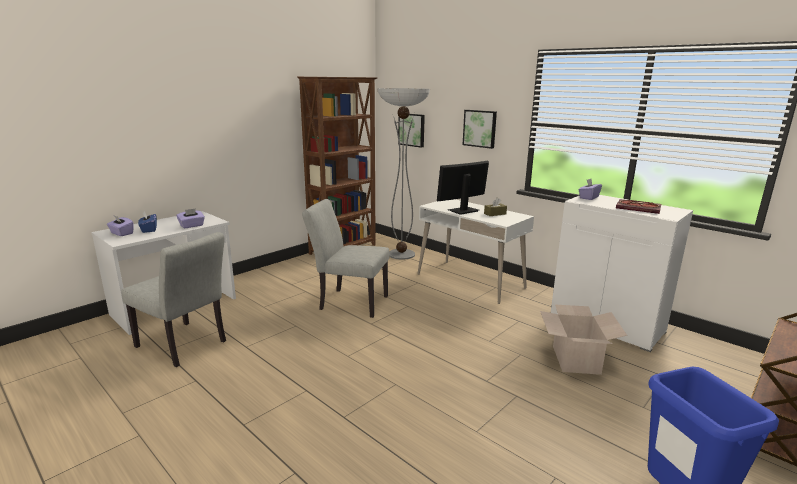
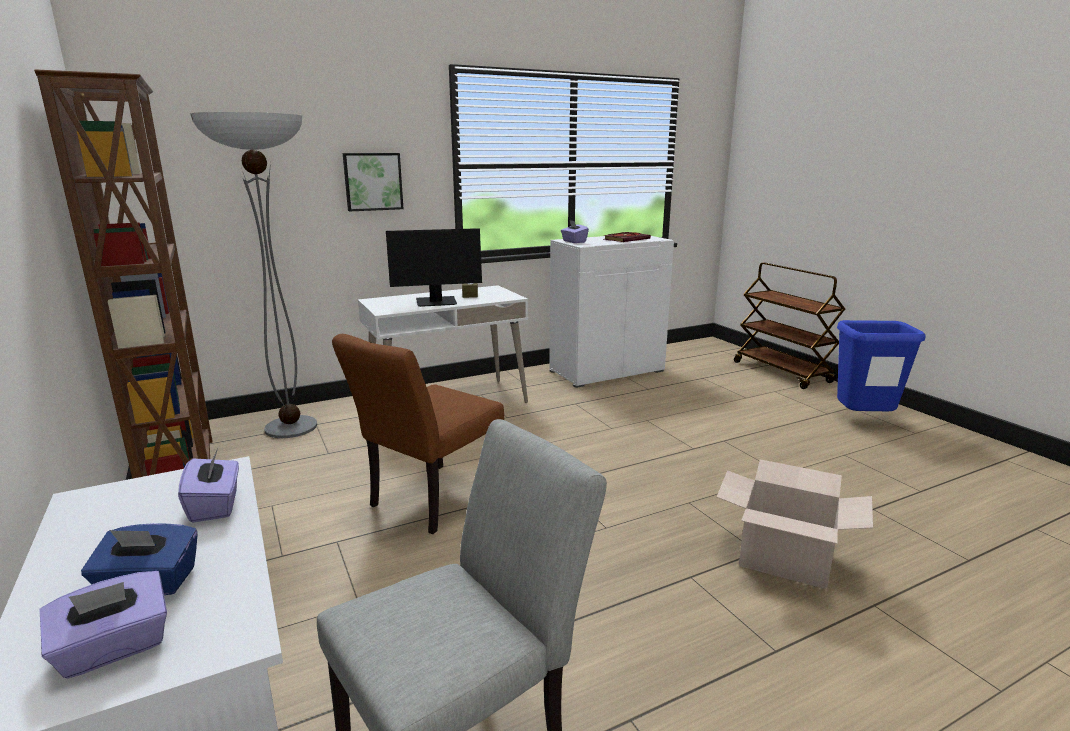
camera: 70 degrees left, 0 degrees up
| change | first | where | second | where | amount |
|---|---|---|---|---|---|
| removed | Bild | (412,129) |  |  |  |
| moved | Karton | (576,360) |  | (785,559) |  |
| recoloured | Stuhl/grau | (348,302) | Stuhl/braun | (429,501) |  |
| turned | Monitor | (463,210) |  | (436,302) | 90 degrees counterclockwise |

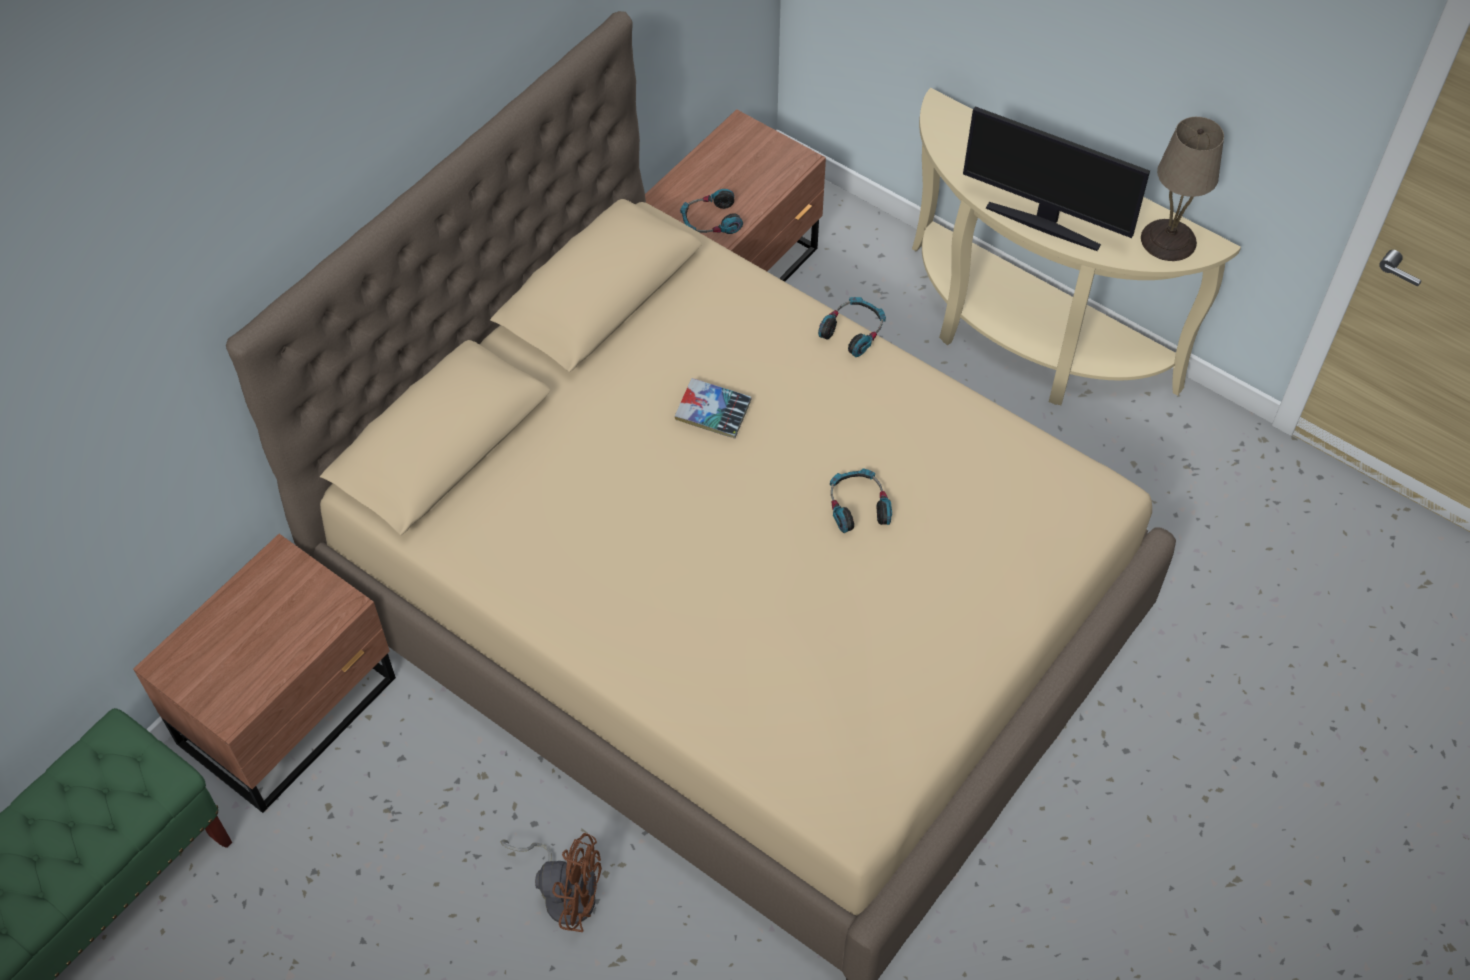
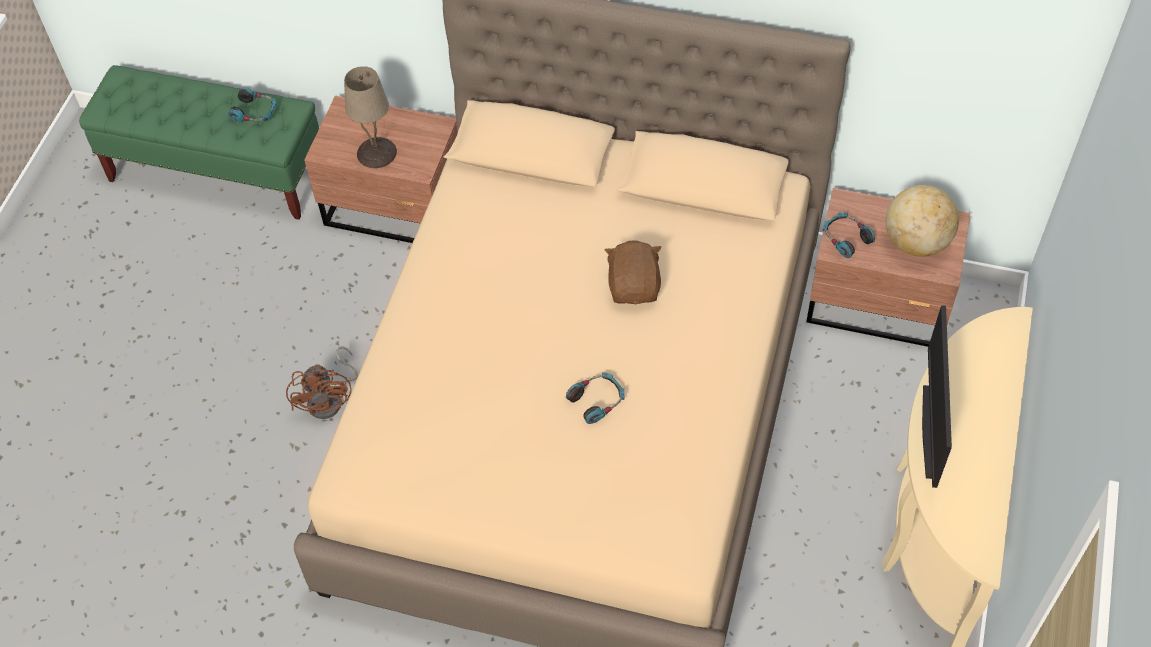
camera: 70 degrees right, 0 degrees up
| change | first | where | second | where | amount |
|---|---|---|---|---|---|
| added |  |  | Globus | (916,242) |  |
| moved | Kopfhörer | (853,331) |  | (255,112) |  |
| moved | Tischlampe/beige | (1167,239) |  | (377,152) |  |
| replaced | Buch | (713,412) | Plüschtier/braun | (634,287) |  |

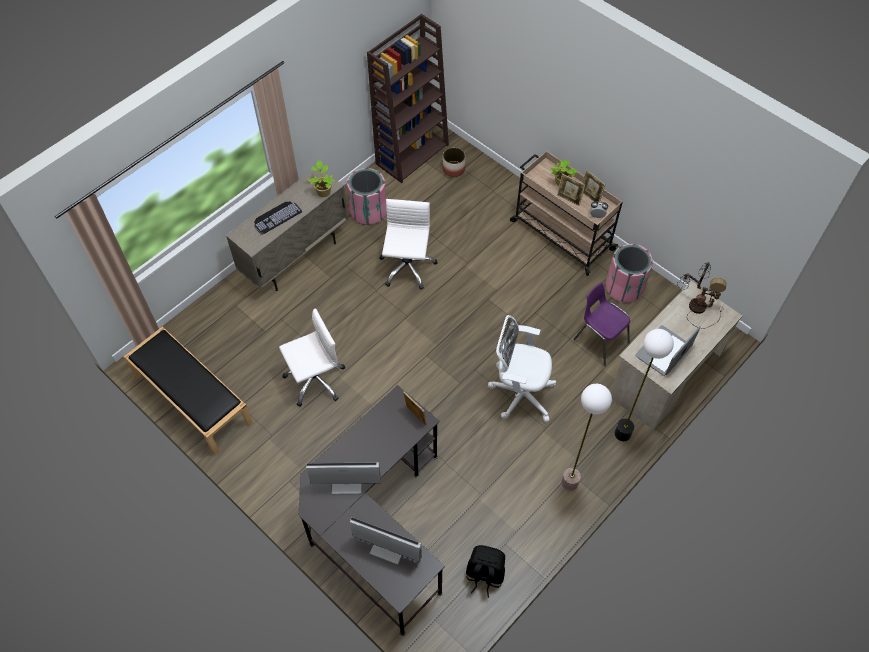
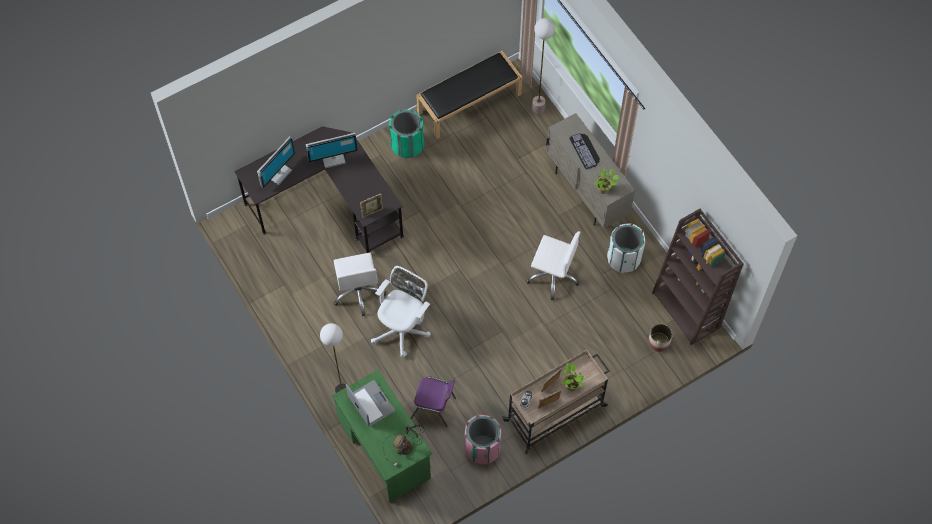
camera: 105 degrees right, 5 degrees up
| change | first | where | second | where | amount |
|---|---|---|---|---|---|
| removed | Rucksack/schwarz | (484,575) |  |  |  |
| added |  |  | Mülleimer/grün | (407,145) |  |
| moved | Bürostuhl/weiß | (315,380) |  | (358,292) |  |
| moved | Stehlampe | (569,483) |  | (538,108) |  |
| recoloured | Mülleimer/rosa | (368,211) | Mülleimer/weiß | (624,258) |  |
| recoloured | Schreibtisch/beige | (665,375) | Schreibtisch/grün | (384,448) |  |
| turned | Monitor | (346,485) |  | (333,158) | 60 degrees clockwise |
| turned | Stuhl/lila | (600,340) |  | (434,408) | 45 degrees clockwise |

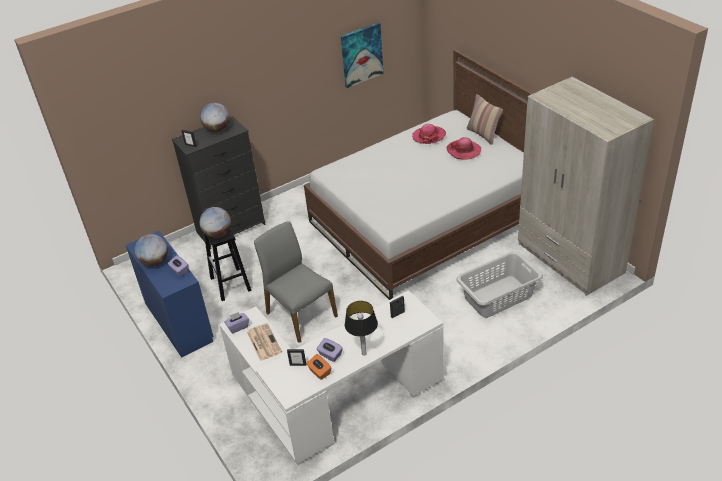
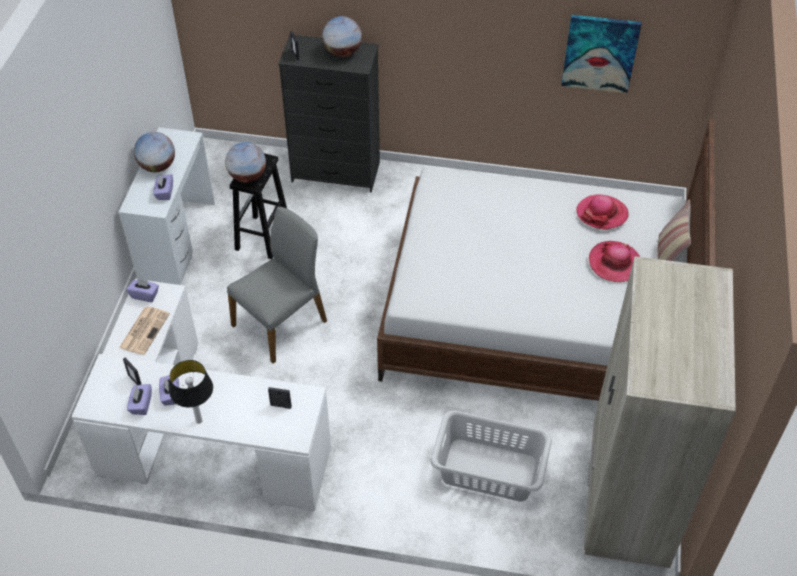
camera: 40 degrees right, 10 degrees up
| change | first | where | second | where | amount |
|---|---|---|---|---|---|
| recoloured | Schreibtisch/blau | (178,321) | Schreibtisch/weiß | (177,241) |  |
| recoloured | Taschentuchbox/orange | (319,372) | Taschentuchbox/lila | (141,405) |  |
| turned | Stuhl/grau | (300,314) |  | (281,323) | 45 degrees clockwise |

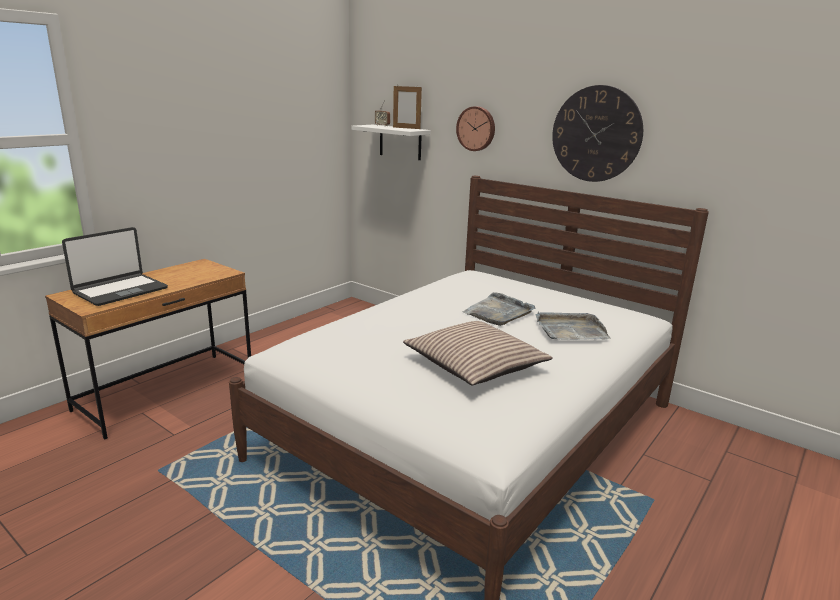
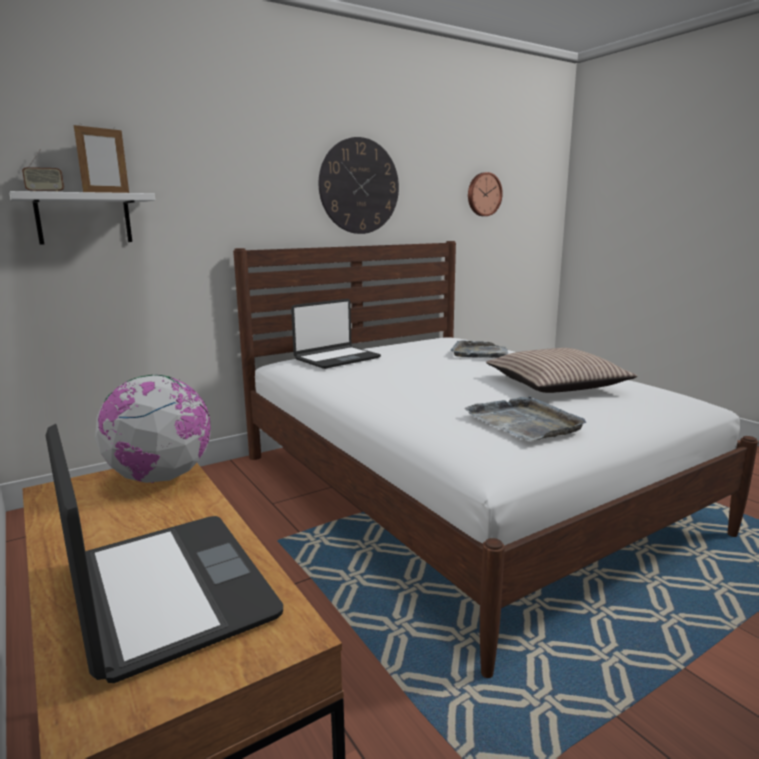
camera: 70 degrees left, 5 degrees down
| change | first | where | second | where | amount |
|---|---|---|---|---|---|
| added |  |  | Globus | (161,477) |  |
| added |  |  | Laptop | (336,358) |  |
| moved | Wanduhr | (476,128) |  | (483,194) |  |
| moved | Tablett/grau | (498,312) |  | (525,422) |  |

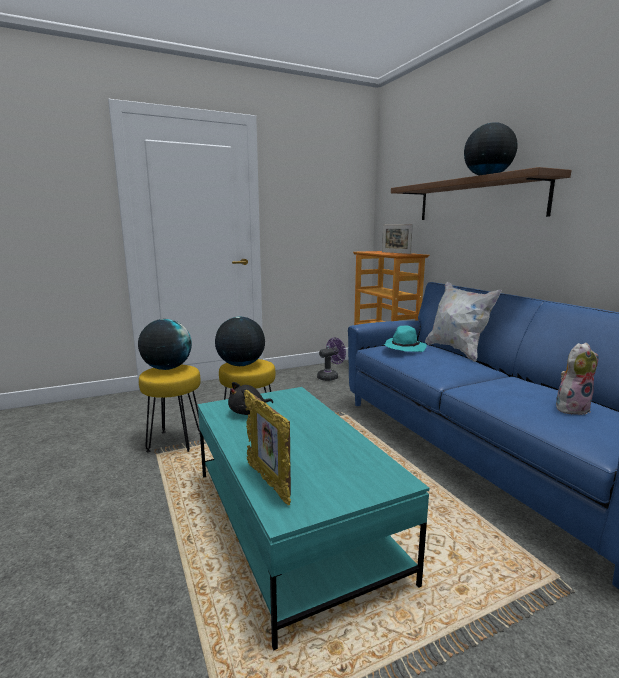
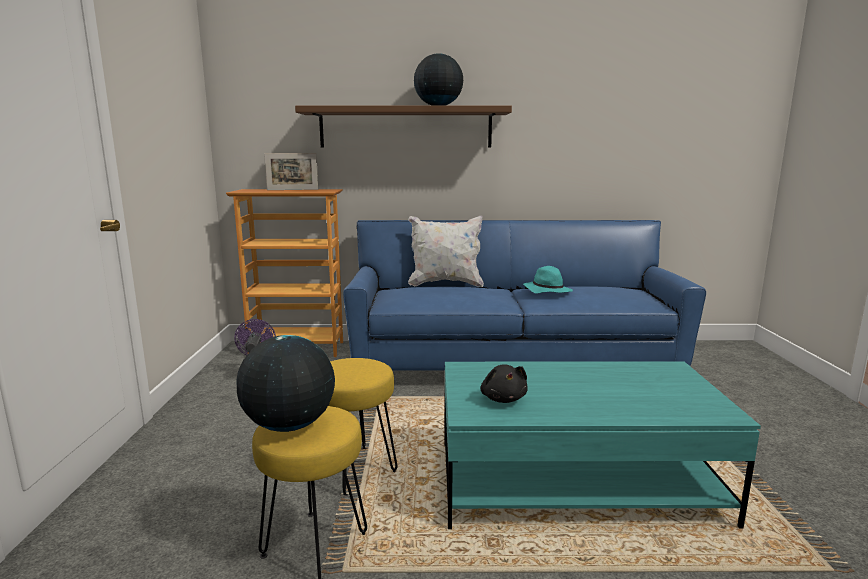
camera: 65 degrees left, 0 degrees up
| change | first | where | second | where | amount |
|---|---|---|---|---|---|
| removed | Globus | (241,365) |  |  |  |
| removed | Bilderrahmen | (268,482) |  |  |  |
| removed | Plüschtier | (571,408) |  |  |  |
| moved | Hut/türkis | (404,348) |  | (546,291) |  |

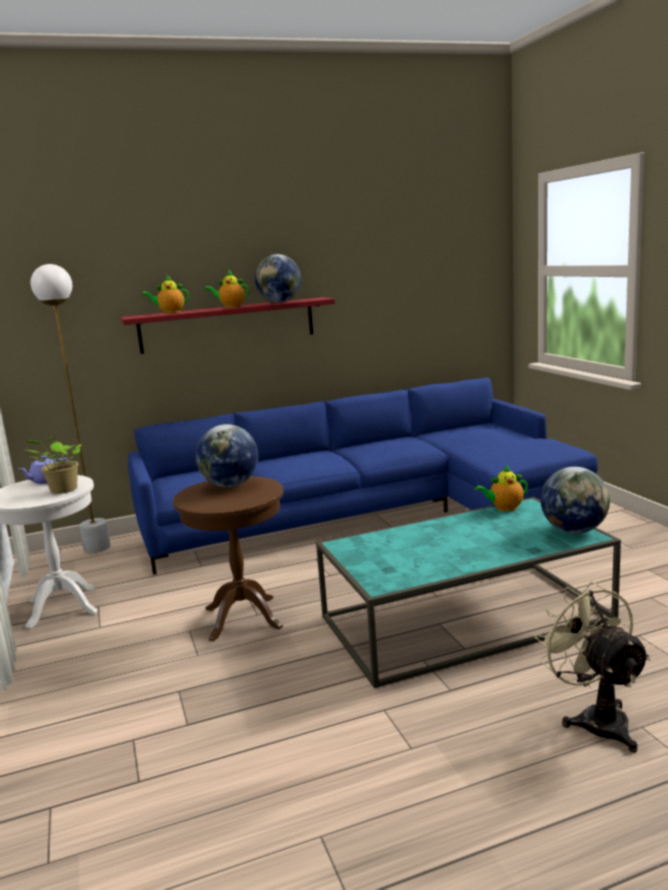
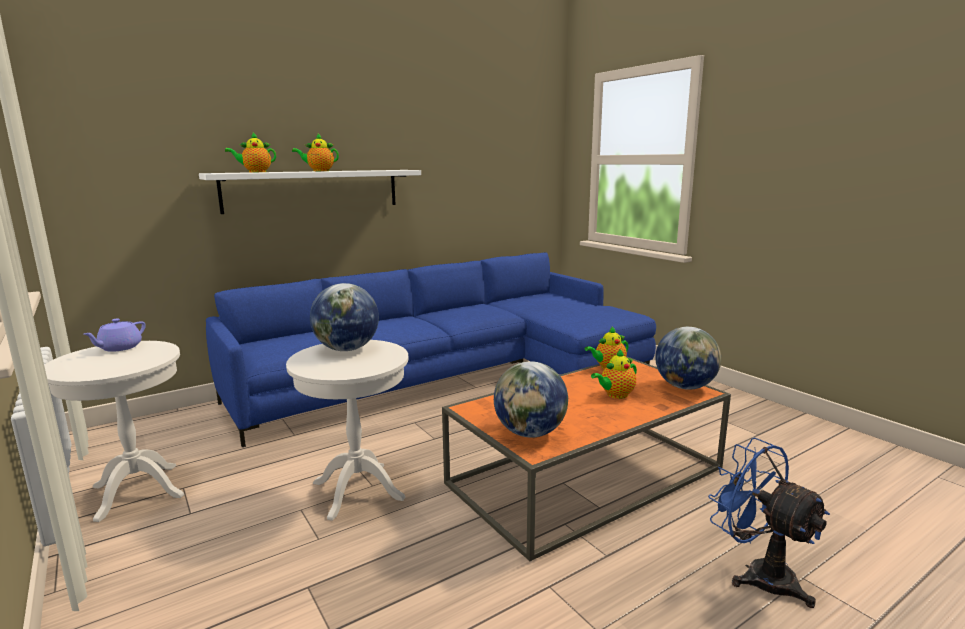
camera: 15 degrees left, 0 degrees up
| change | first | where | second | where | amount |
|---|---|---|---|---|---|
| removed | Topfpflanze | (62,490) |  |  |  |
| removed | Stehlampe/weiß | (97,547) |  |  |  |
| added |  |  | Teekanne | (615,395) |  |
| moved | Globus | (280,302) |  | (530,433) |  |
| recoloured | Wandregal/rot | (227,325) | Wandregal/weiß | (313,190) |  |
| recoloured | Beistelltisch/braun | (242,618) | Beistelltisch/weiß | (357,490) |  |
| recoloured | Couchtisch/türkis | (464,619) | Couchtisch/orange | (585,476) |  |
| recoloured | Ventilator/beige | (595,719) | Ventilator/blau | (758,574) |  |

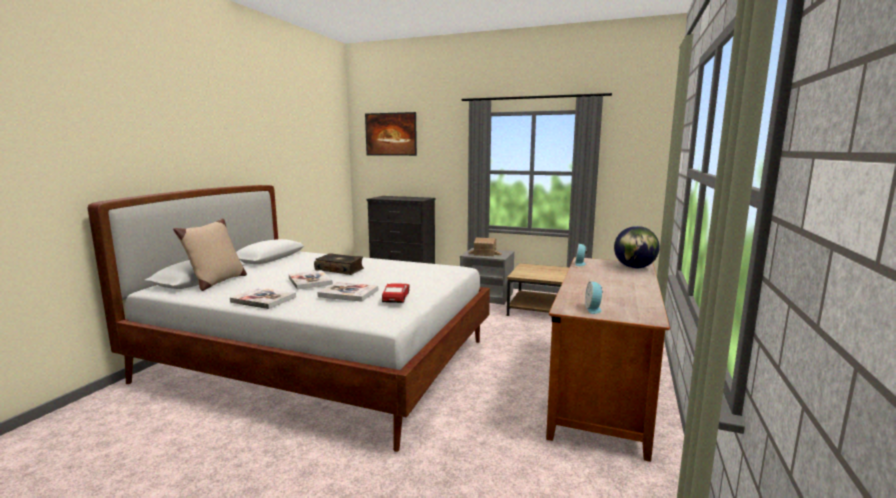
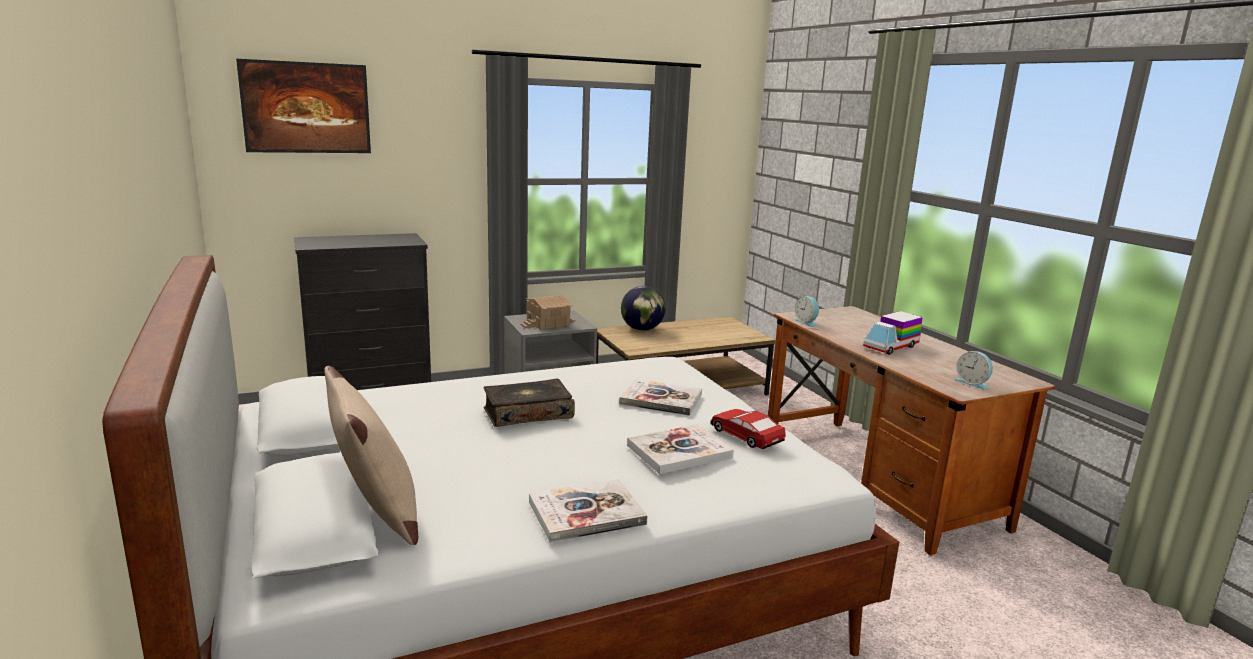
camera: 45 degrees left, 5 degrees up
| change | first | where | second | where | amount |
|---|---|---|---|---|---|
| added |  |  | Spielzeuglaster | (891,347) |  |
| moved | Buch | (310,281) |  | (661,399) |  |
| moved | Globus | (634,267) |  | (642,329) |  |

